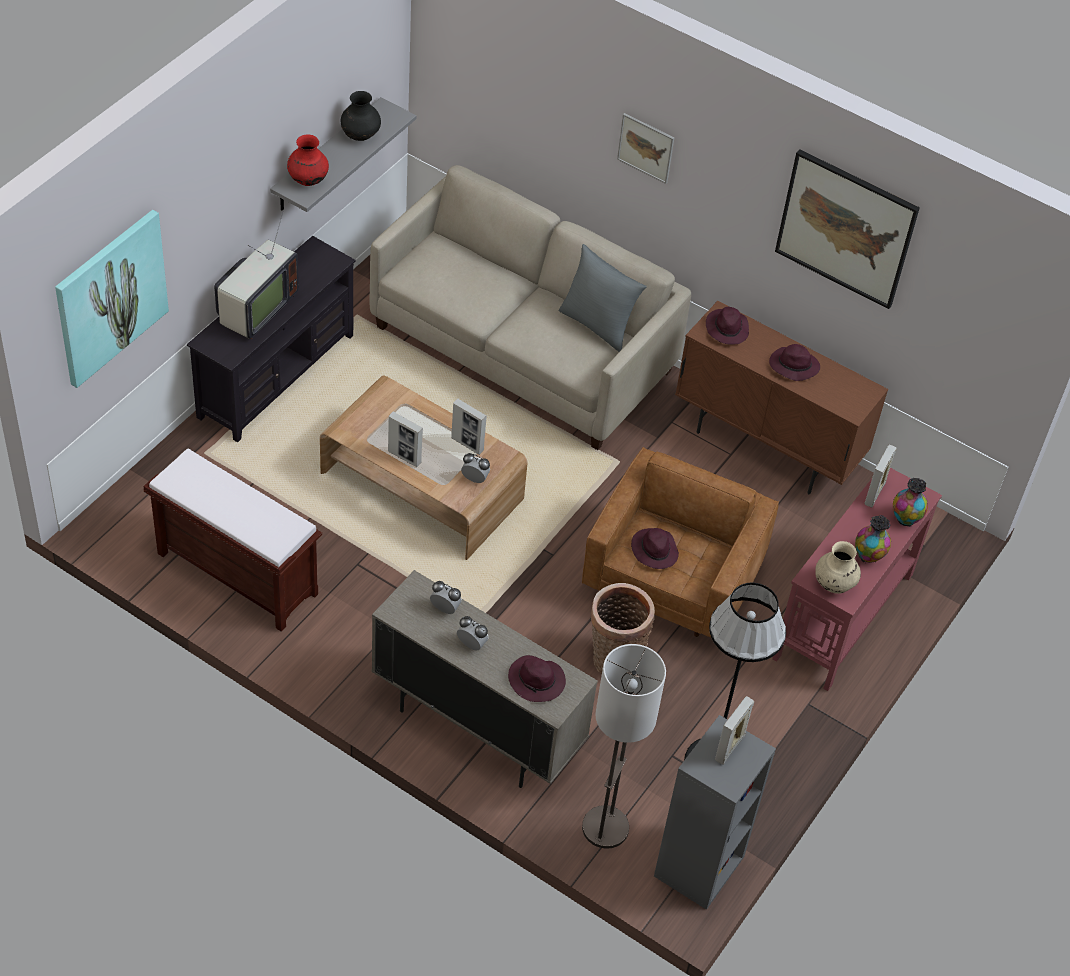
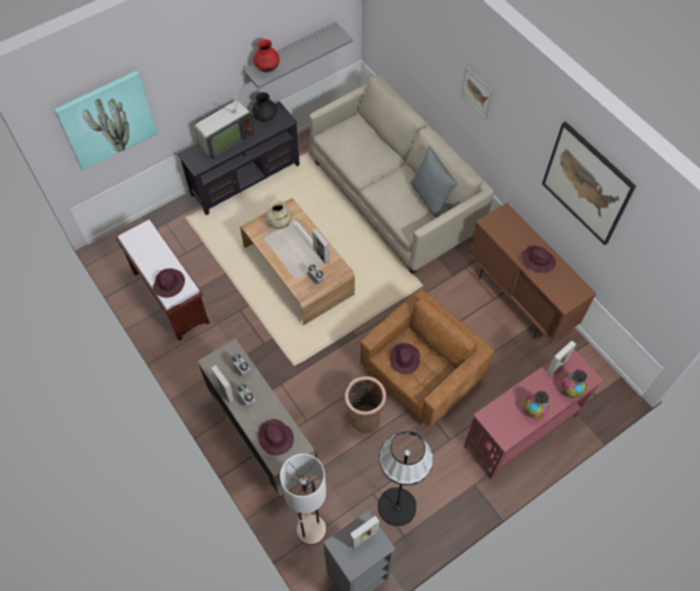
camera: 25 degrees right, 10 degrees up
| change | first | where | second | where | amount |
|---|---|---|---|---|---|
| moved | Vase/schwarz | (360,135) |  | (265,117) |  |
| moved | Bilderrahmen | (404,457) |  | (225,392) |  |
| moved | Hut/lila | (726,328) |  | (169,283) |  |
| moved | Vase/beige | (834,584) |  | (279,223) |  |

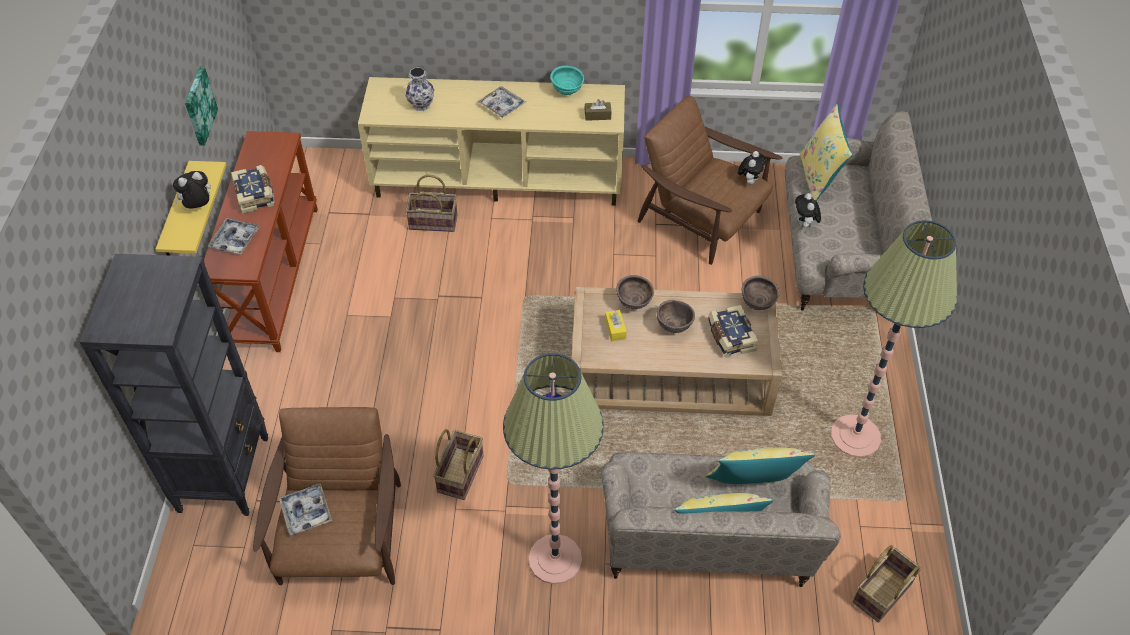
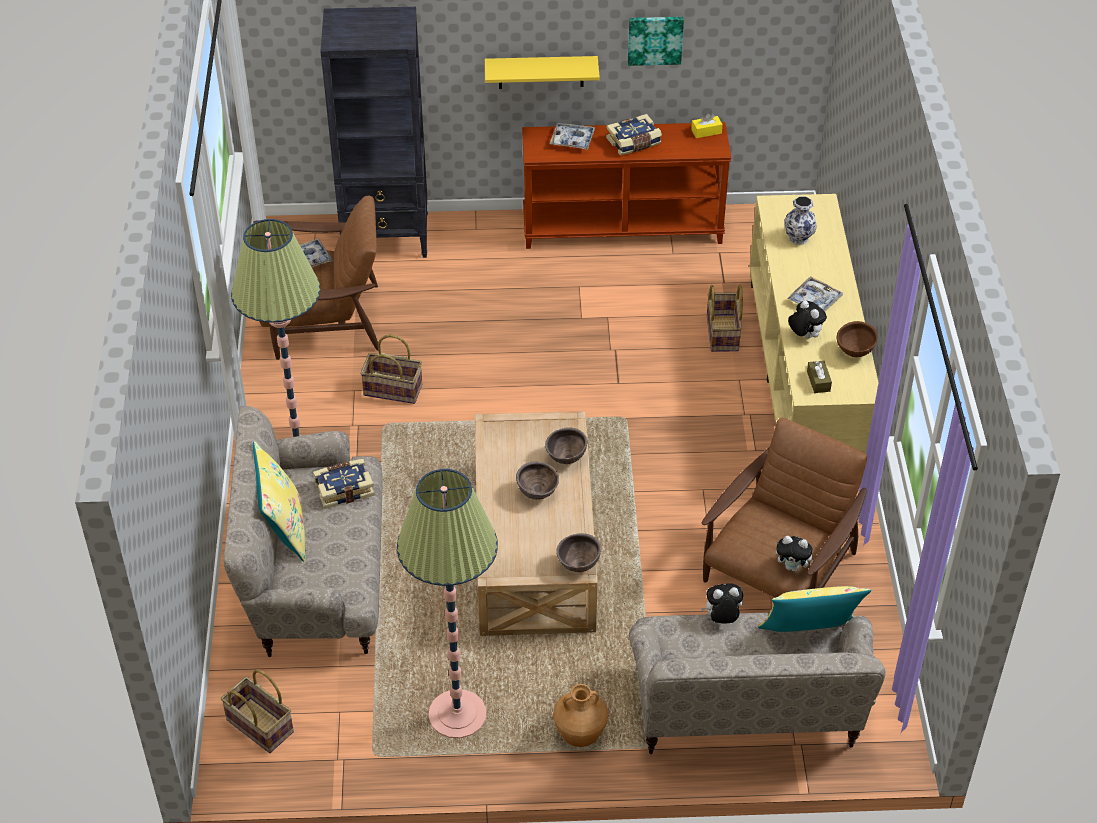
camera: 85 degrees right, 5 degrees down
| change | first | where | second | where | amount |
|---|---|---|---|---|---|
| removed | Kissen/gelb | (752,487) |  |  |  |
| added |  |  | Vase/braun | (580,735) |  |
| moved | Plüschtier | (198,206) |  | (804,335) |  |
| moved | Taschentuchbox/gelb | (615,329) |  | (706,131) |  |
| moved | Buch | (730,337) |  | (344,489) |  |
| recoloured | Schüssel/türkis | (567,92) | Schüssel/braun | (854,352) |  |

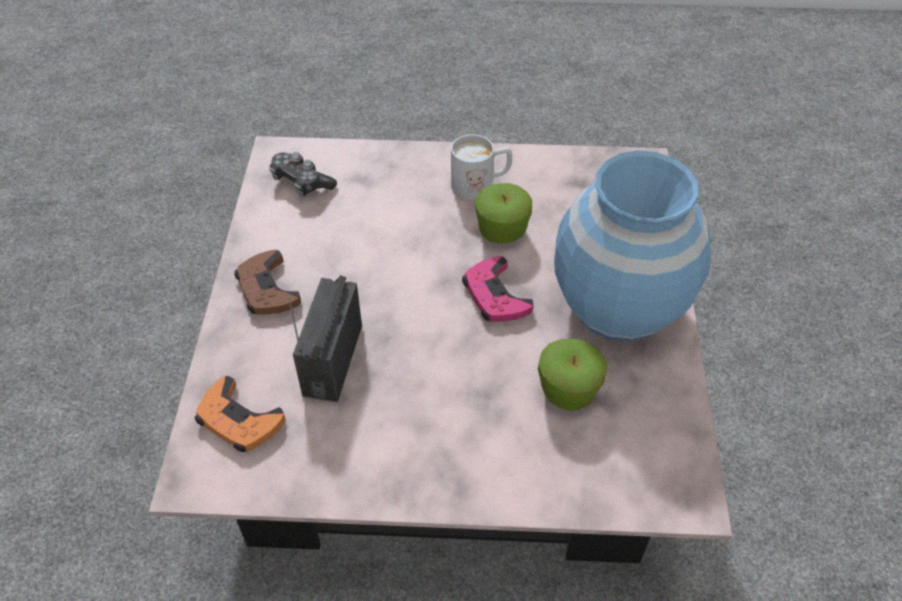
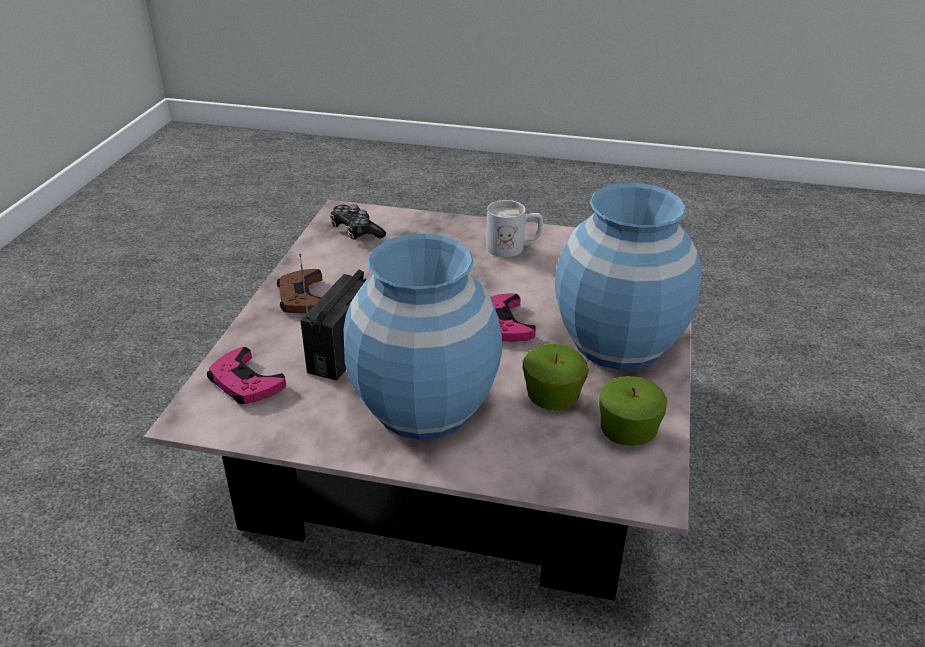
camera: 10 degrees right, 15 degrees down
| change | first | where | second | where | amount |
|---|---|---|---|---|---|
| added |  |  | Vase/blau | (423,406) |  |
| moved | Apfel | (502,231) |  | (627,433) |  |
| recoloured | Gamepad/orange | (239,420) | Gamepad/rosa | (245,382) |  |

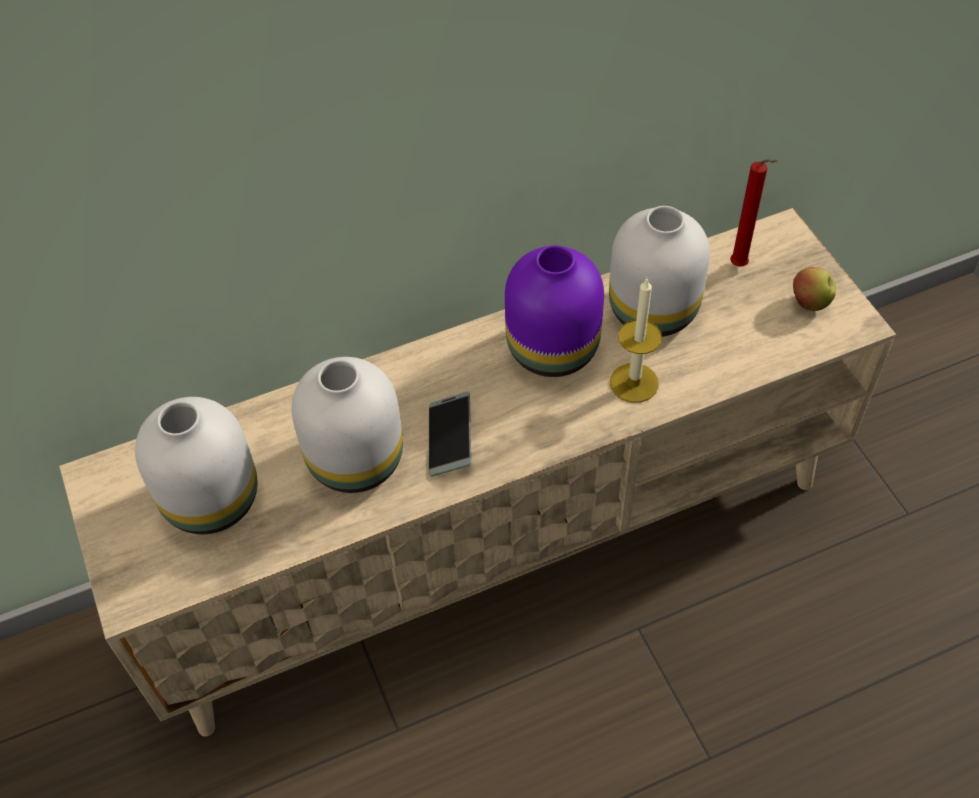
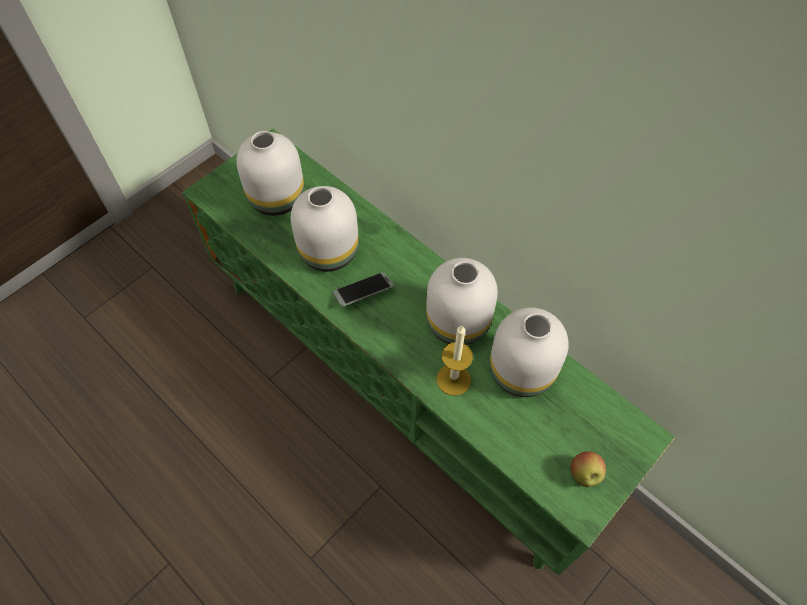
camera: 65 degrees right, 5 degrees up
| change | first | where | second | where | amount |
|---|---|---|---|---|---|
| removed | Kerze/rot | (741,266) |  |  |  |
| recoloured | Fernsehschrank/beige | (497,541) | Fernsehschrank/grün | (406,383) |  |
| recoloured | Vase/lila | (551,350) | Vase/weiß | (456,322) |  |

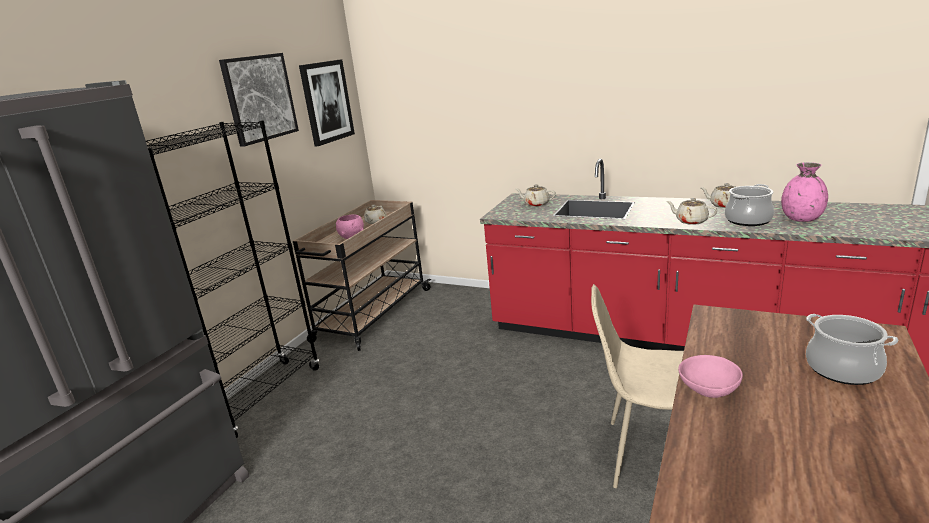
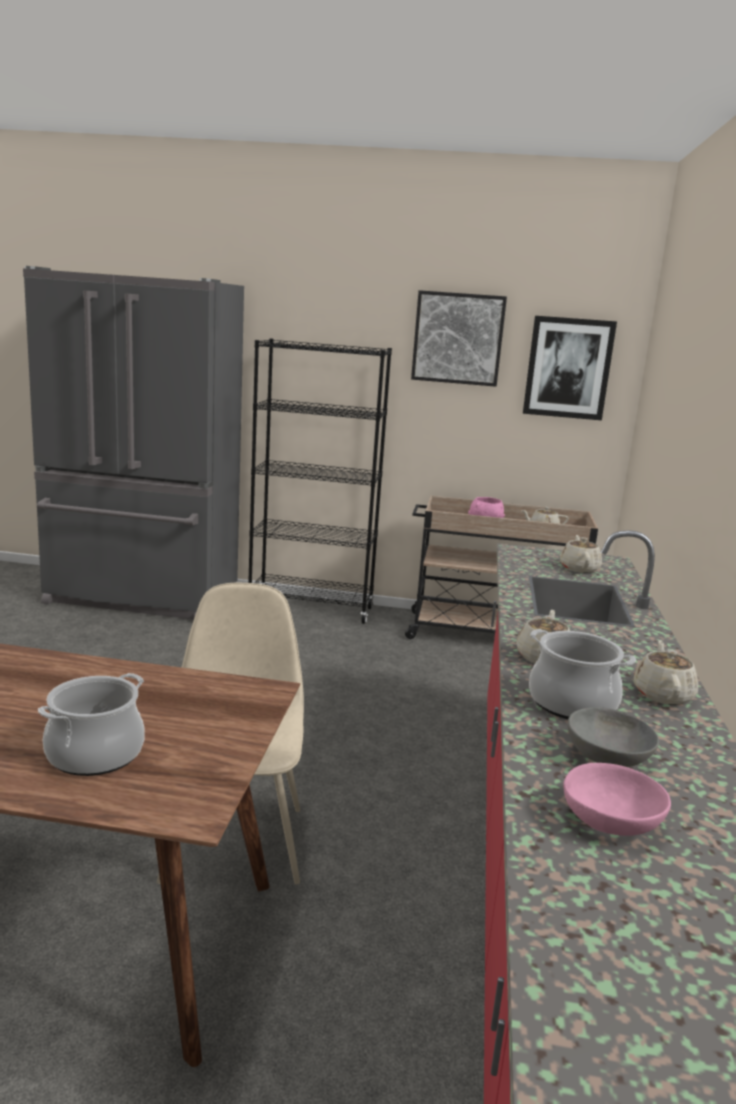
camera: 70 degrees right, 5 degrees down
| change | first | where | second | where | amount |
|---|---|---|---|---|---|
| moved | Schüssel/rosa | (708,388) |  | (610,820) |  |
| replaced | Vase/rosa | (802,219) | Schüssel/grau | (608,757) |  |

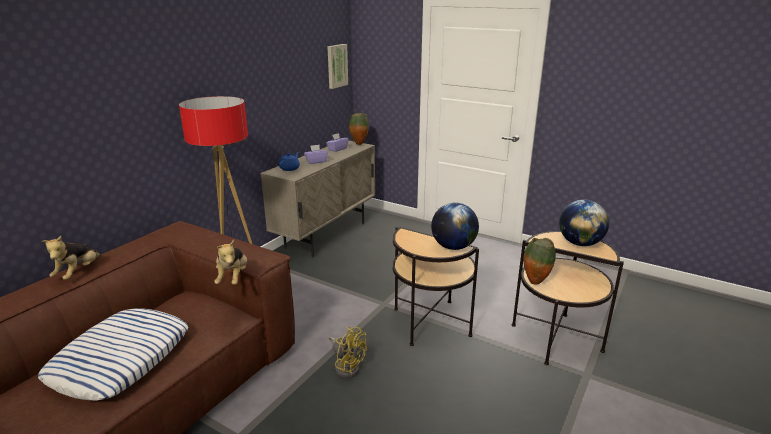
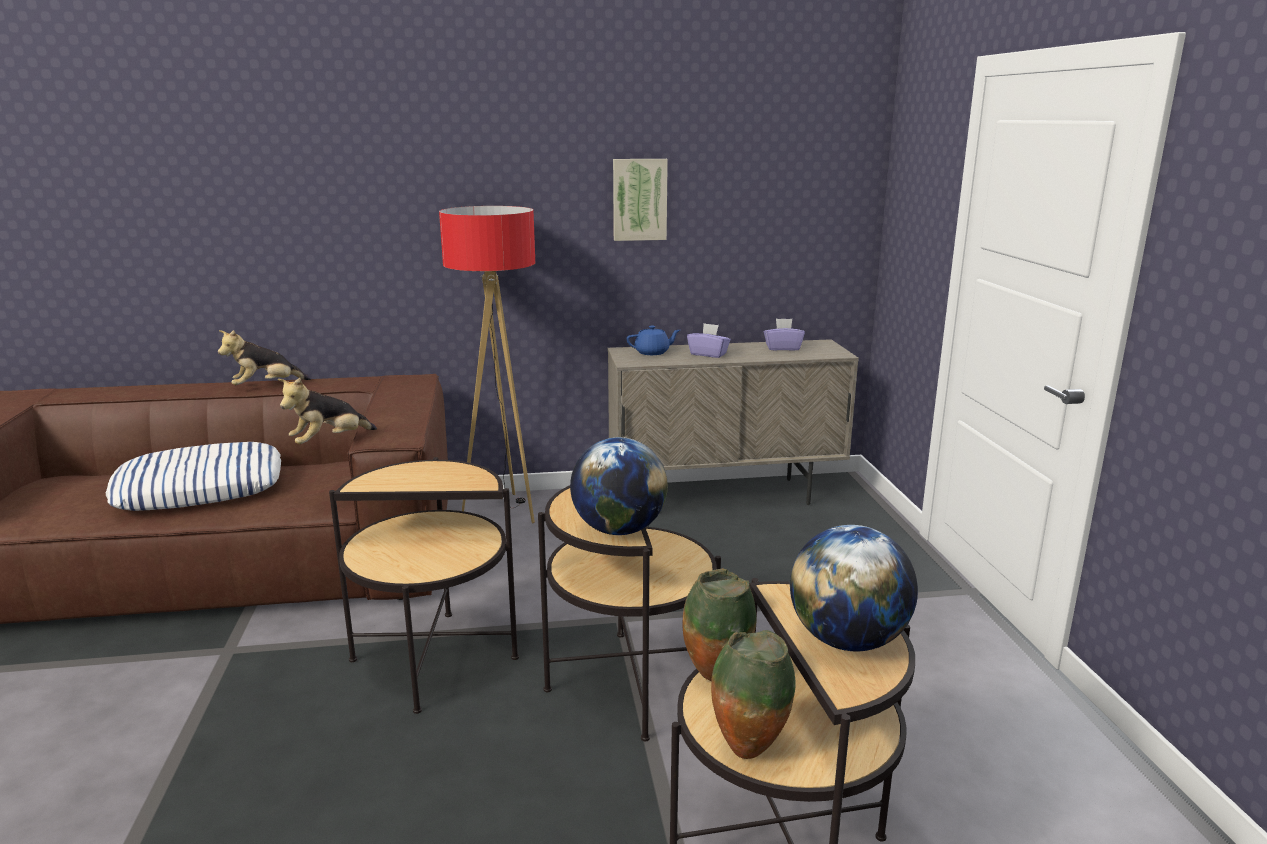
camera: 50 degrees right, 5 degrees down
| change | first | where | second | where | amount |
|---|---|---|---|---|---|
| moved | Bild | (336,66) |  | (639,199) |  |
| moved | Vase | (358,144) |  | (748,750) |  |
| replaced | Ventilator/gelb | (347,366) | Beistelltisch | (434,659) |  |

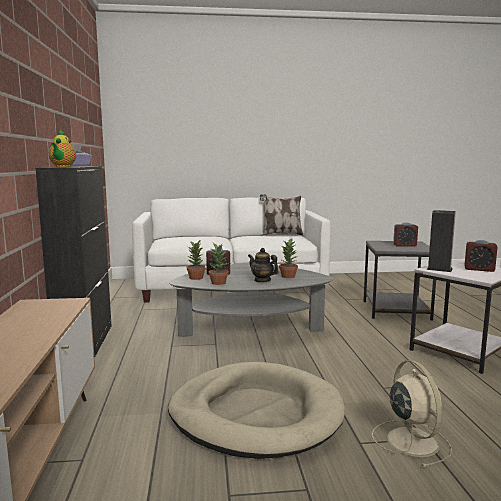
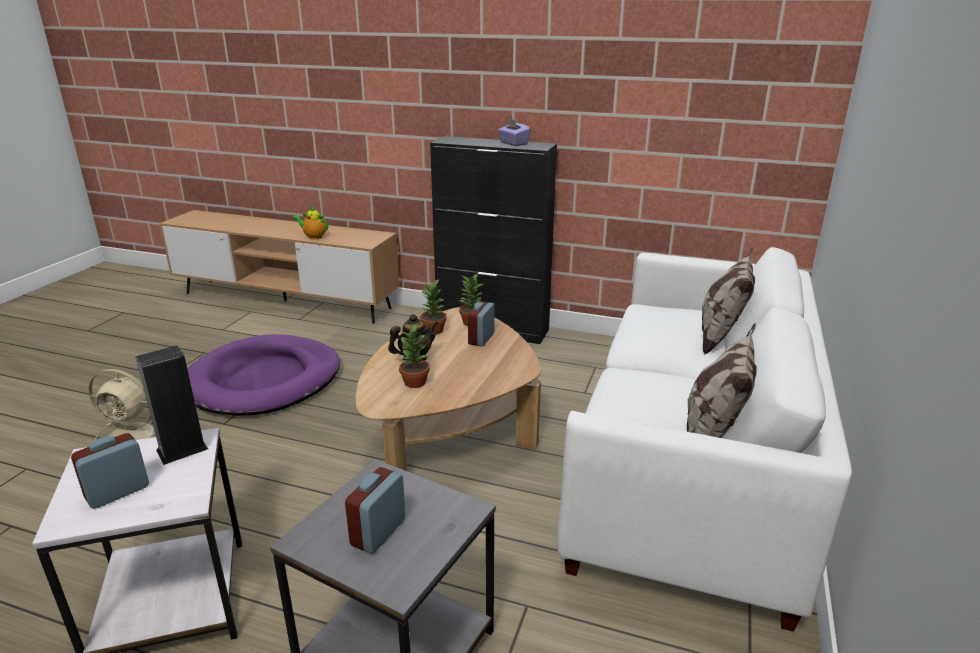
camera: 115 degrees right, 15 degrees up
| change | first | where | second | where | amount |
|---|---|---|---|---|---|
| added |  |  | Kissen | (721,337) |  |
| moved | Teekanne | (62,166) |  | (313,237) |  |
| recoloured | Hundebett/beige | (255,414) | Hundebett/lila | (264,380) |  |
| recoloured | Couchtisch/grau | (250,329) | Couchtisch/braun | (451,429) |  |

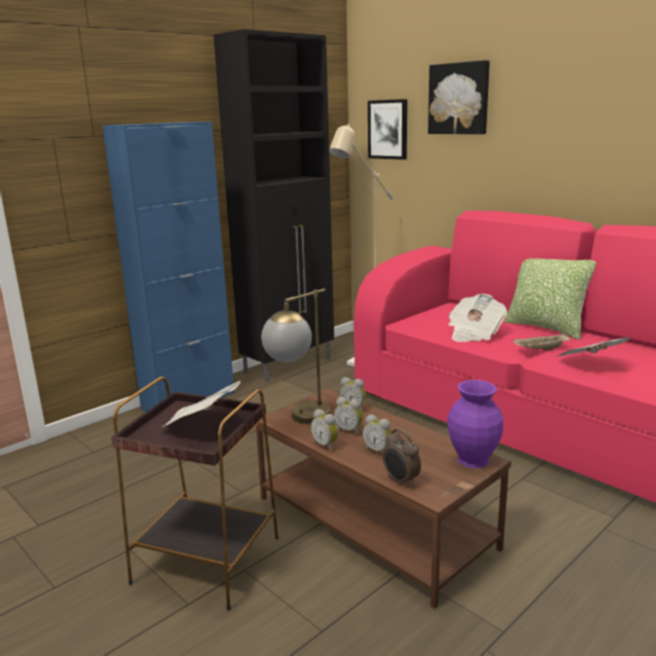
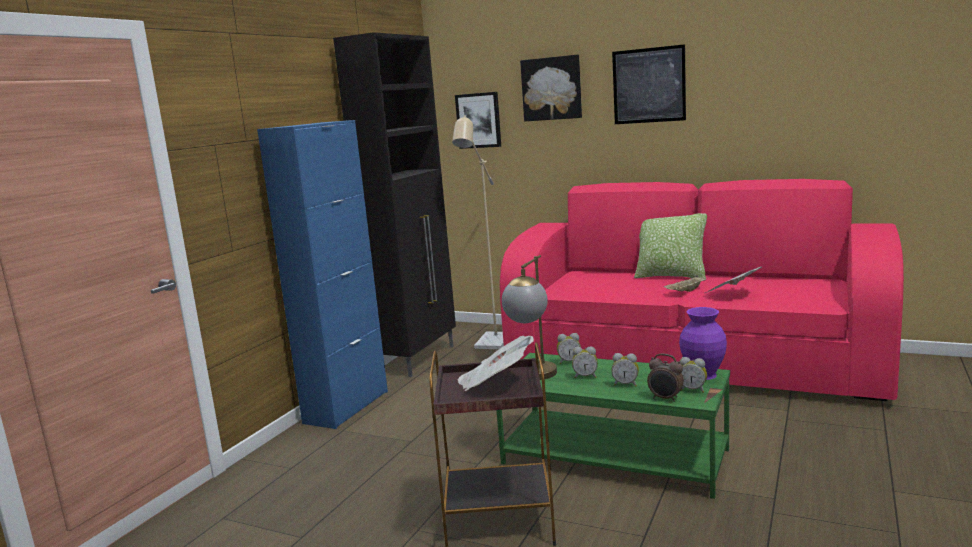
camera: 20 degrees left, 5 degrees down
| change | first | where | second | where | amount |
|---|---|---|---|---|---|
| removed | Zeitung | (474,334) |  |  |  |
| added |  |  | Bild | (649,85) |  |
| moved | Wecker | (326,445) |  | (693,389) |  |
| recoloured | Couchtisch/braun | (375,522) | Couchtisch/grün | (615,456) |  |

